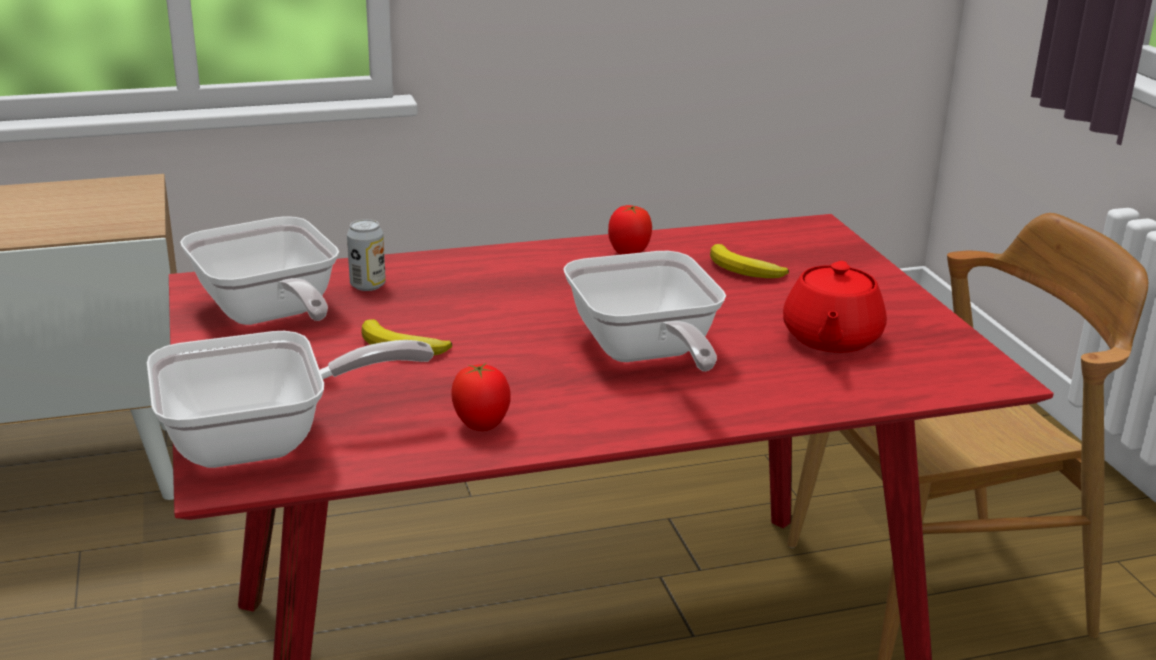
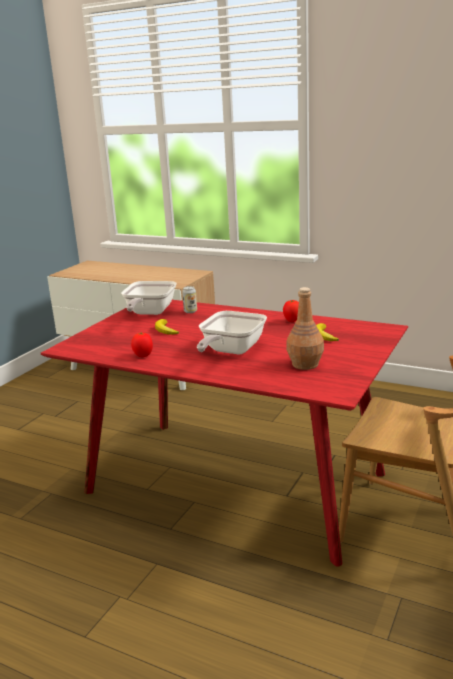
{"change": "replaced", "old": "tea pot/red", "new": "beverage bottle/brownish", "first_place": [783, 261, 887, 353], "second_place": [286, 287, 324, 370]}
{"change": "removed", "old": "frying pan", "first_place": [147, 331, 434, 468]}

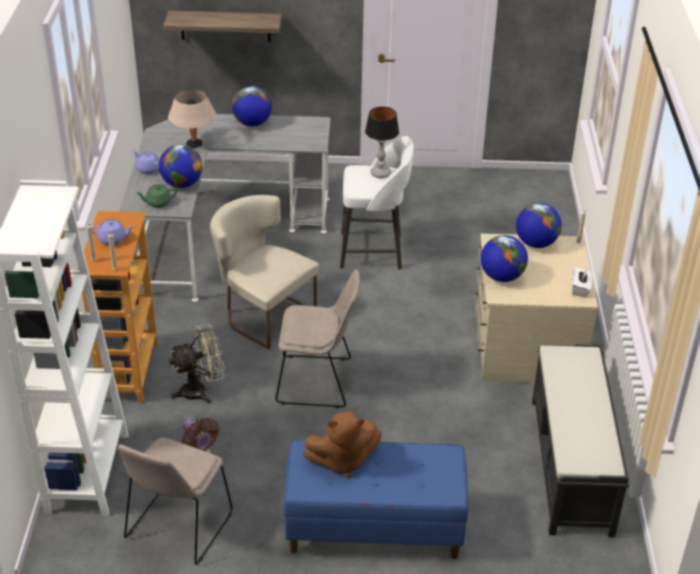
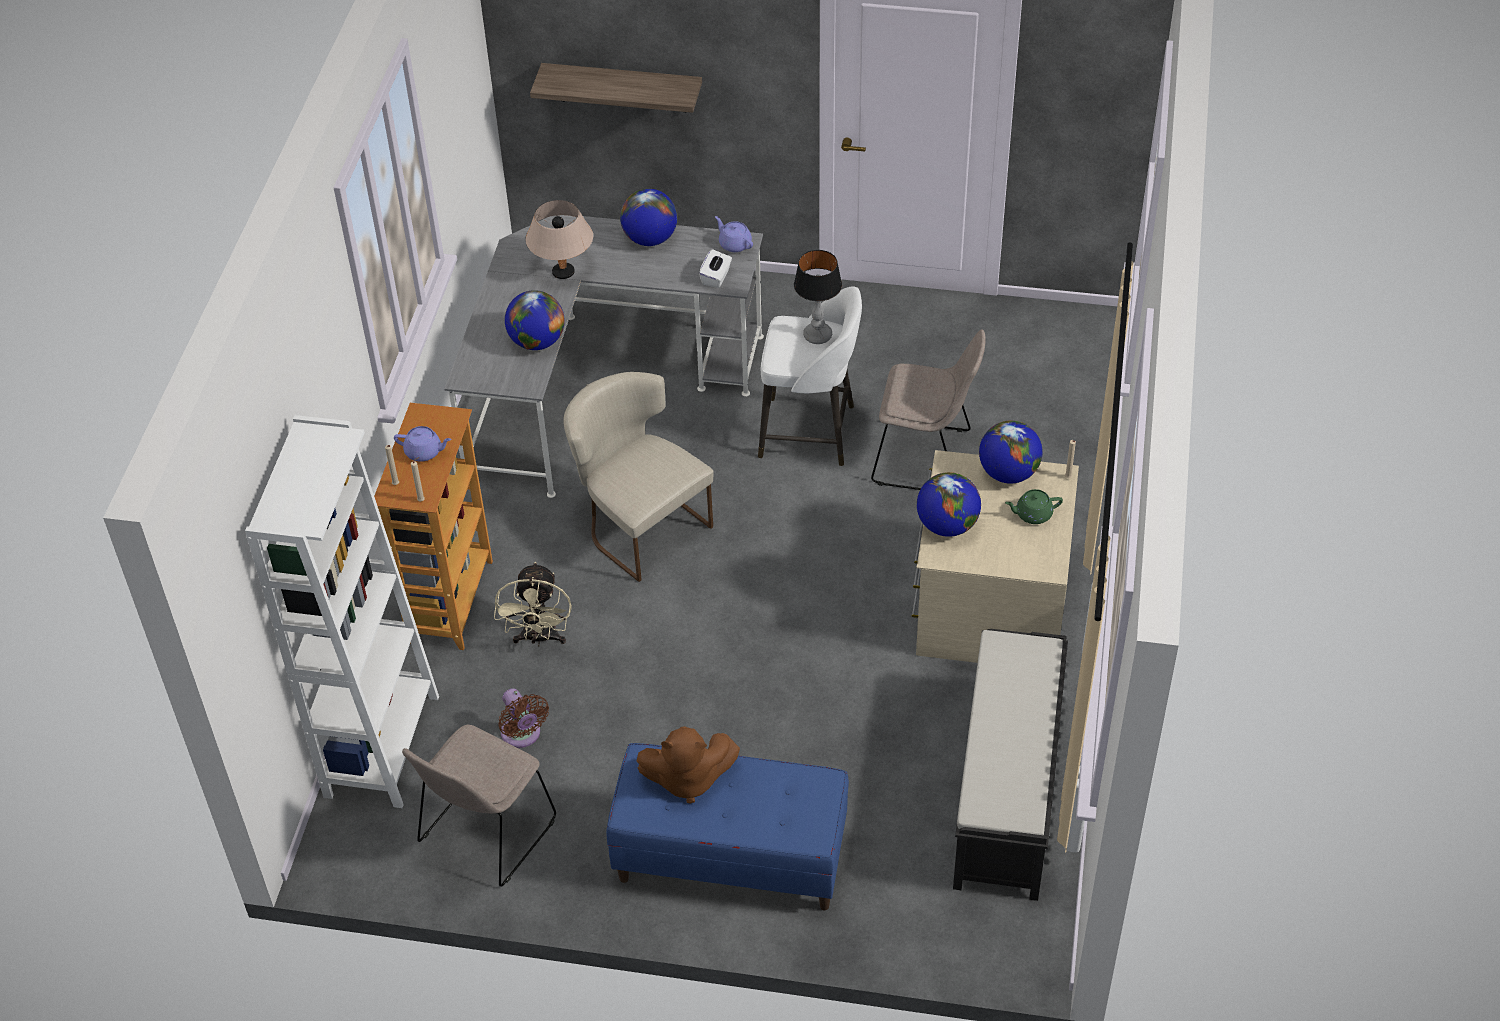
{"change": "moved", "old": "tea pot/purplish", "first_place": [132, 150, 159, 174], "second_place": [715, 216, 753, 252]}
{"change": "moved", "old": "tea pot/green-coloured", "first_place": [136, 185, 177, 208], "second_place": [1005, 489, 1063, 524]}
{"change": "moved", "old": "tissue holder/whitish", "first_place": [572, 267, 592, 297], "second_place": [699, 249, 732, 288]}
{"change": "moved", "old": "plain chair/beige-coloured", "first_place": [275, 270, 360, 408], "second_place": [871, 329, 986, 490]}
{"change": "turned", "old": "electric fan/beige-coloured", "first_place": [169, 324, 225, 403], "second_place": [494, 561, 572, 646], "degrees": 105}

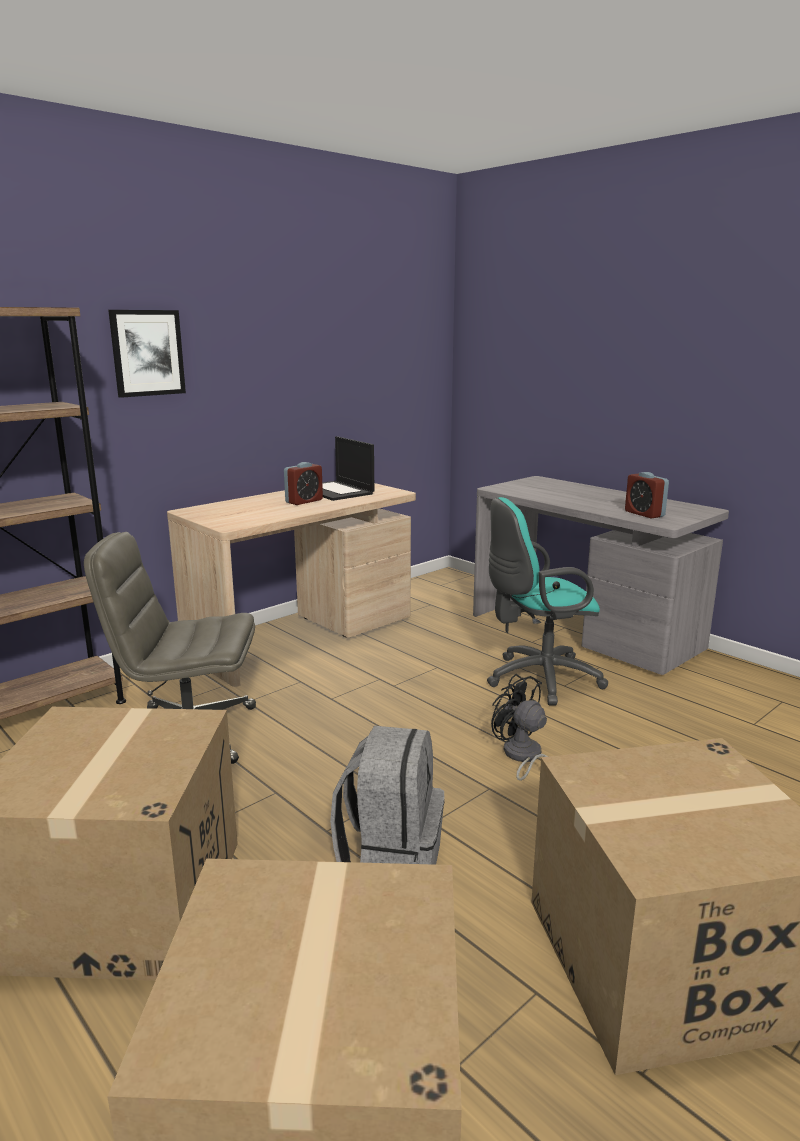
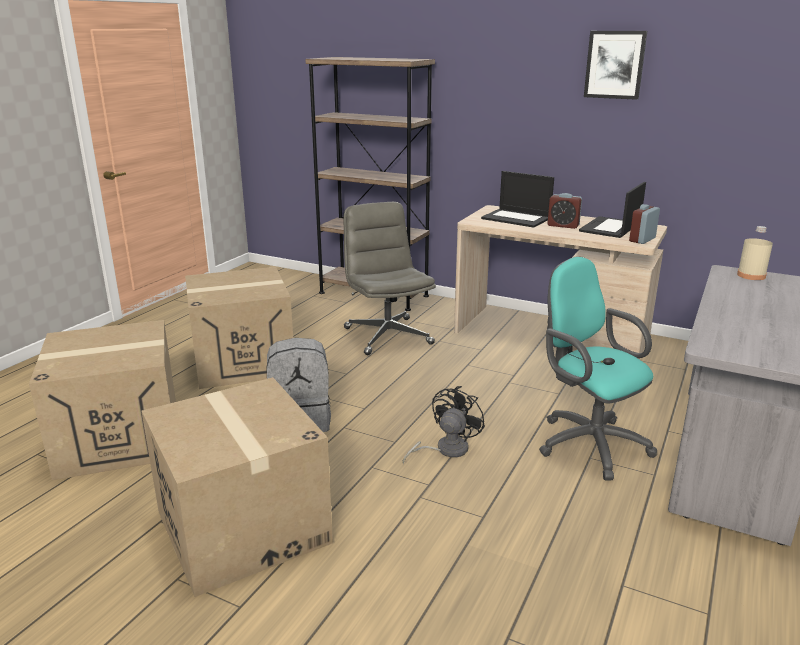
{"change": "moved", "old": "wall picture", "first_place": [108, 310, 186, 398], "second_place": [584, 31, 647, 100]}
{"change": "moved", "old": "alarm clock", "first_place": [625, 472, 669, 519], "second_place": [629, 204, 660, 244]}
{"change": "added", "new": "portable computer", "second_place": [481, 171, 554, 228]}
{"change": "added", "new": "beverage bottle/beige-coloured", "second_place": [737, 226, 773, 280]}

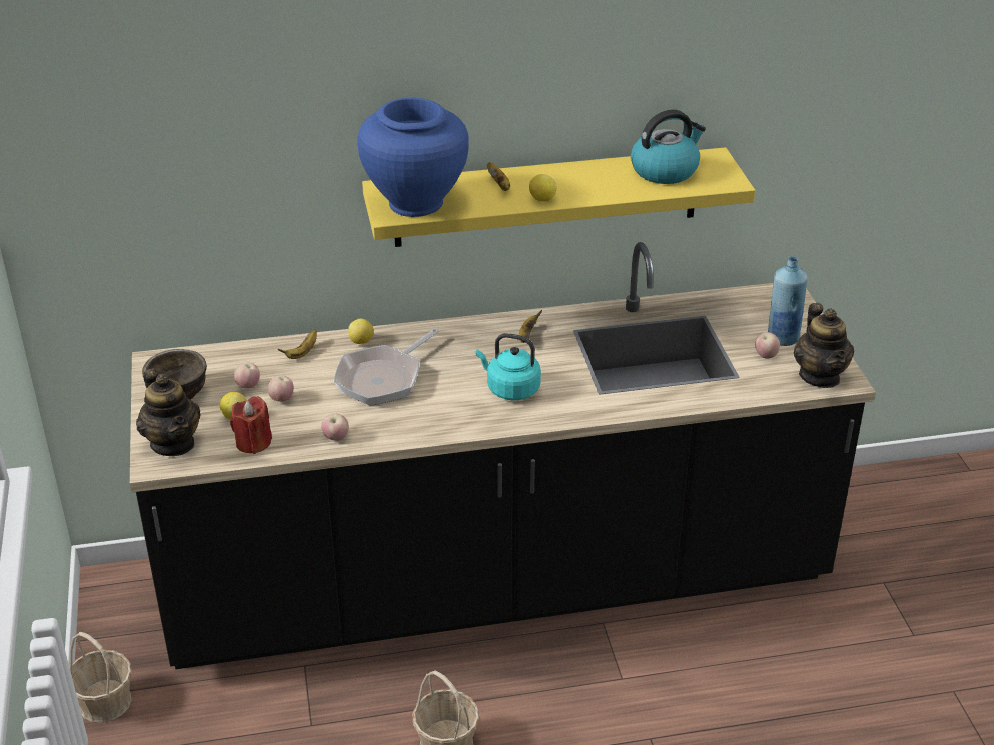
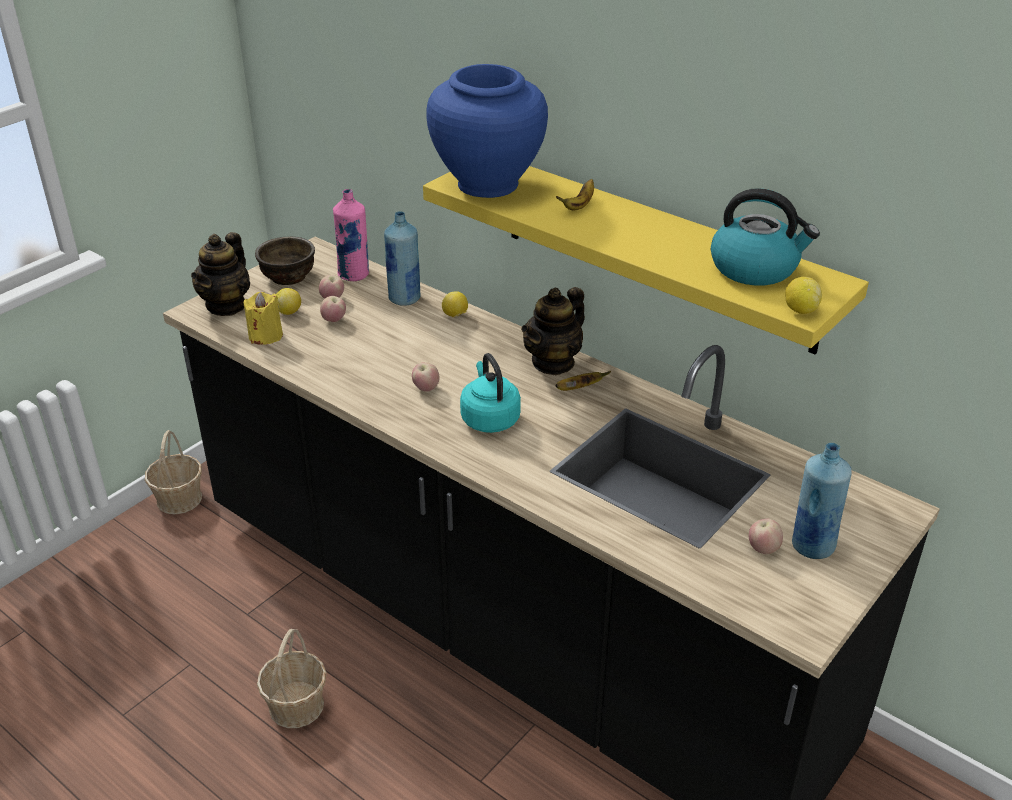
{"change": "moved", "old": "lemon", "first_place": [529, 174, 556, 202], "second_place": [785, 277, 822, 314]}
{"change": "moved", "old": "tea pot", "first_place": [794, 303, 854, 388], "second_place": [521, 287, 585, 375]}
{"change": "removed", "old": "frying pan", "first_place": [334, 328, 439, 405]}
{"change": "replaced", "old": "banana fruit", "new": "beverage bottle/blue", "first_place": [278, 330, 317, 359], "second_place": [384, 211, 421, 306]}
{"change": "recoloured", "old": "candle/red", "new": "candle/yellow-coloured", "first_place": [230, 396, 272, 454], "second_place": [244, 292, 283, 345]}
{"change": "moved", "old": "apple fruit", "first_place": [321, 413, 349, 441], "second_place": [412, 362, 439, 392]}
{"change": "added", "new": "beverage bottle/pink", "second_place": [333, 189, 369, 281]}

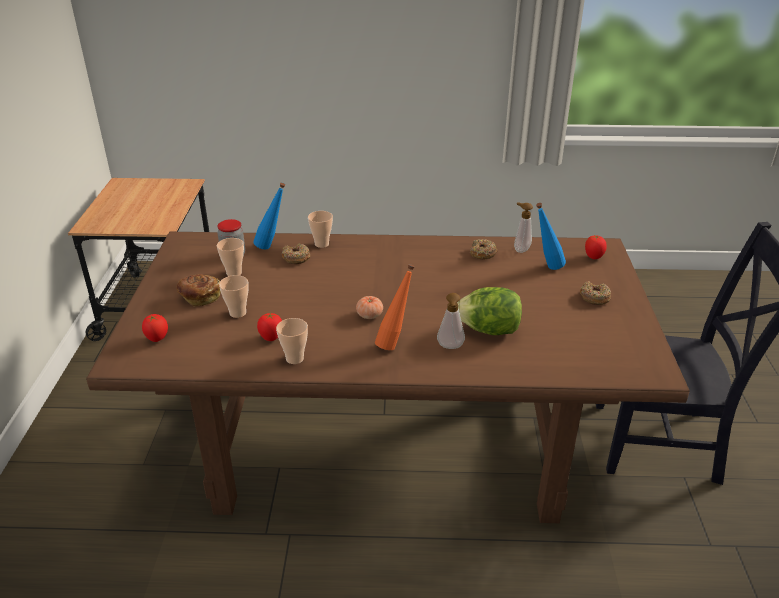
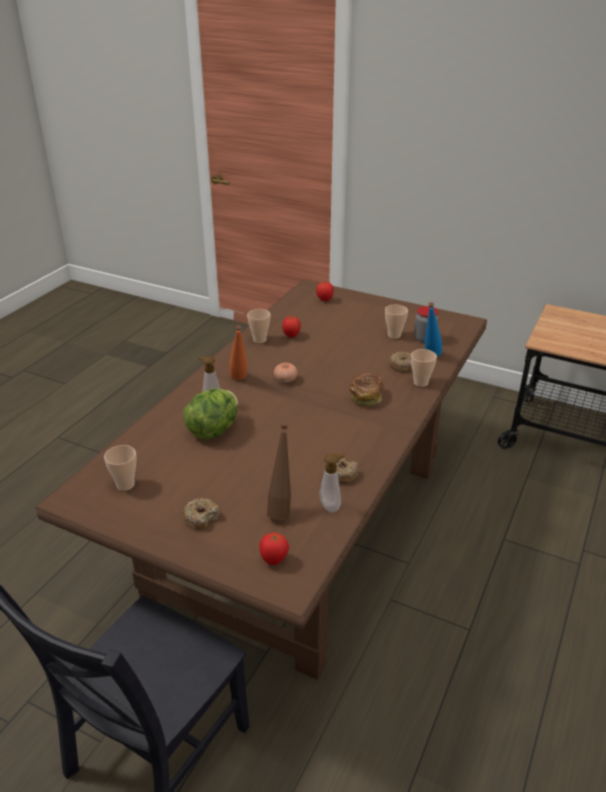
{"change": "recoloured", "old": "beverage bottle/blue", "new": "beverage bottle/brownish", "first_place": [536, 203, 566, 270], "second_place": [267, 424, 291, 520]}
{"change": "moved", "old": "bread", "first_place": [177, 274, 220, 307], "second_place": [349, 373, 383, 406]}
{"change": "moved", "old": "small cup", "first_place": [219, 275, 249, 318], "second_place": [104, 445, 136, 491]}

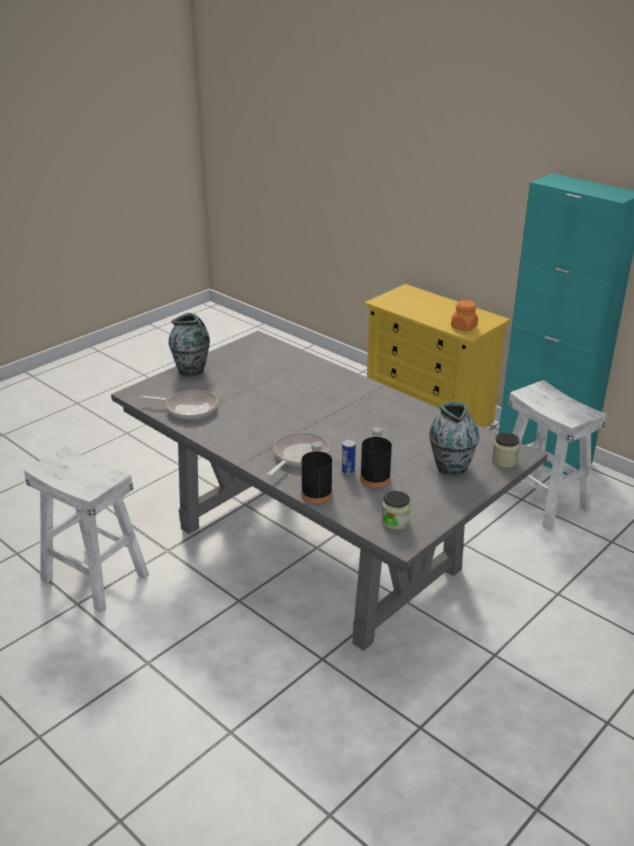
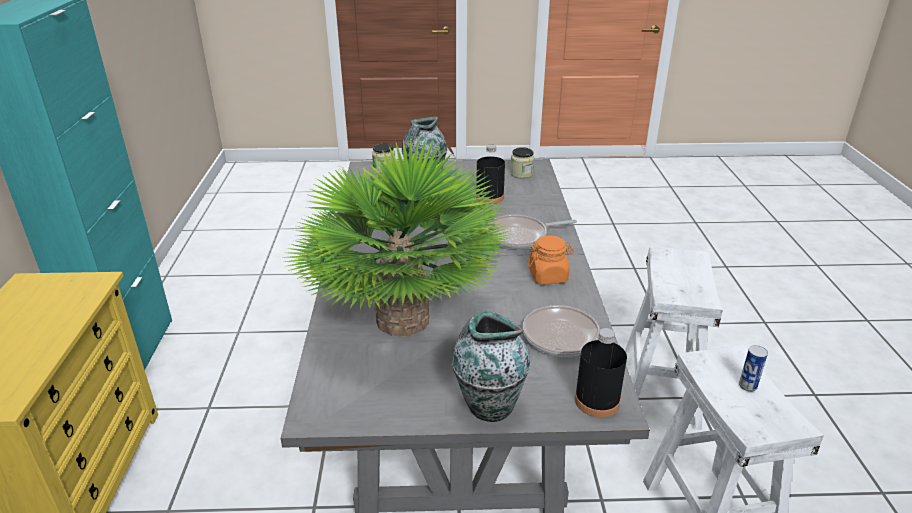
{"change": "moved", "old": "preserve jar/orange", "first_place": [451, 300, 478, 331], "second_place": [527, 235, 574, 284]}
{"change": "moved", "old": "stool/whitish", "first_place": [508, 380, 607, 531], "second_place": [625, 246, 723, 430]}
{"change": "moved", "old": "can", "first_place": [342, 439, 356, 475], "second_place": [739, 345, 768, 392]}
{"change": "moved", "old": "beverage bottle/blackish", "first_place": [301, 441, 332, 504], "second_place": [575, 328, 627, 417]}
{"change": "added", "new": "potted plant", "second_place": [284, 138, 510, 337]}

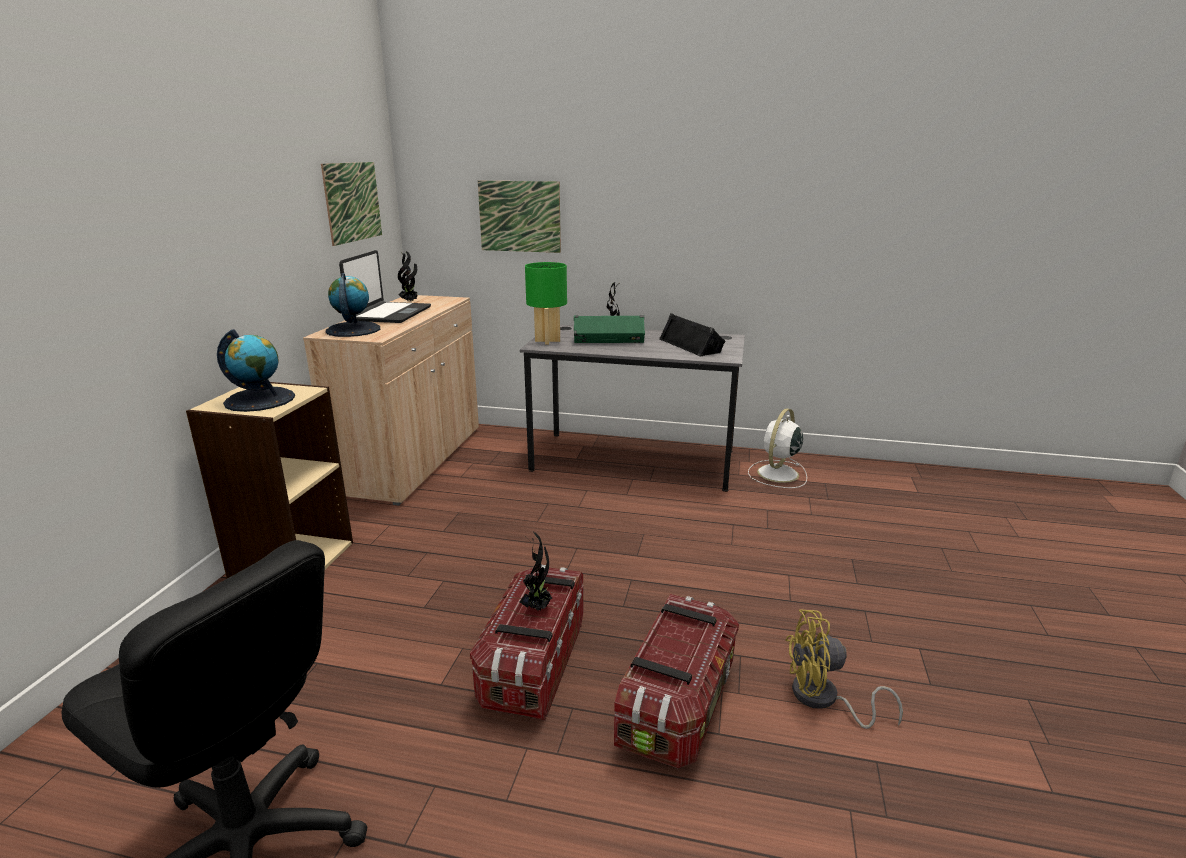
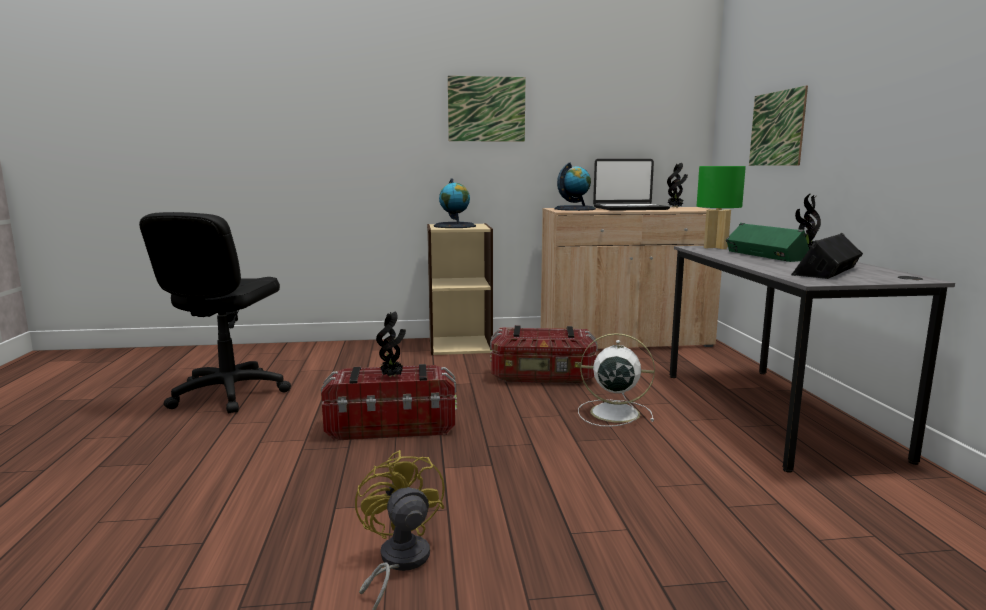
{"change": "moved", "old": "wall picture", "first_place": [321, 162, 382, 246], "second_place": [448, 76, 525, 142]}
{"change": "moved", "old": "electric fan/whitish", "first_place": [748, 408, 807, 488], "second_place": [578, 333, 655, 427]}
{"change": "moved", "old": "storage container", "first_place": [614, 594, 739, 768], "second_place": [490, 325, 598, 384]}

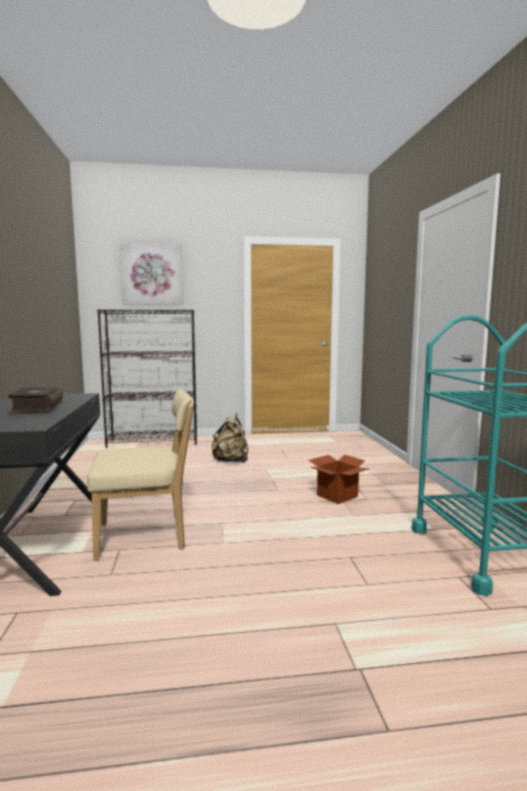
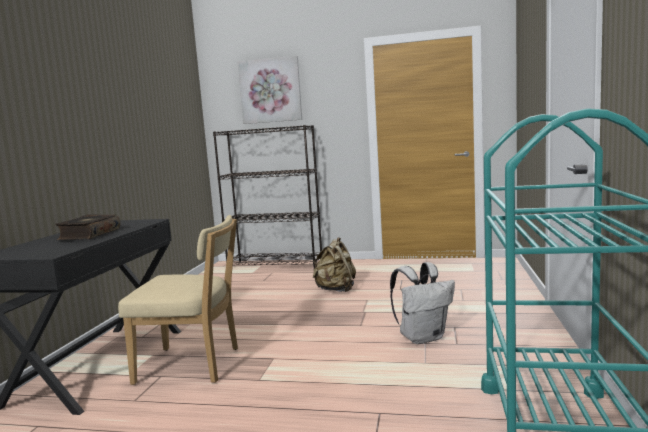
{"change": "replaced", "old": "packing box", "new": "backpack/whitish", "first_place": [308, 455, 369, 504], "second_place": [390, 262, 455, 344]}

